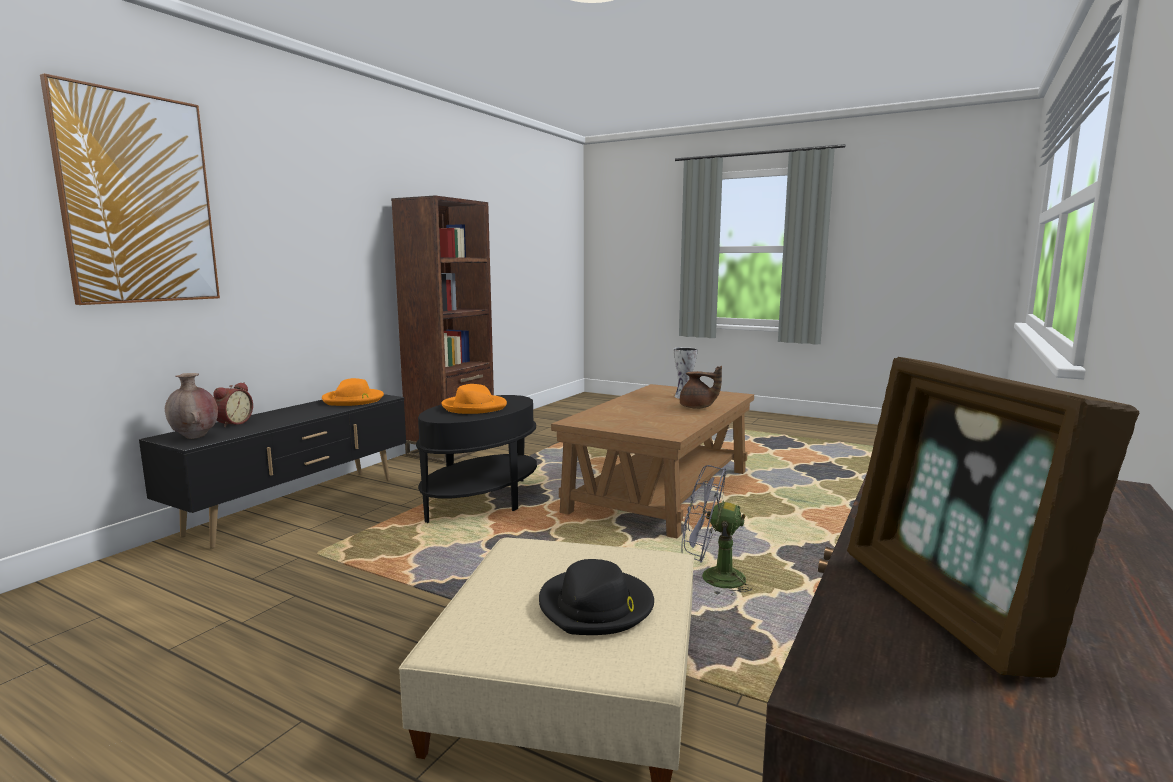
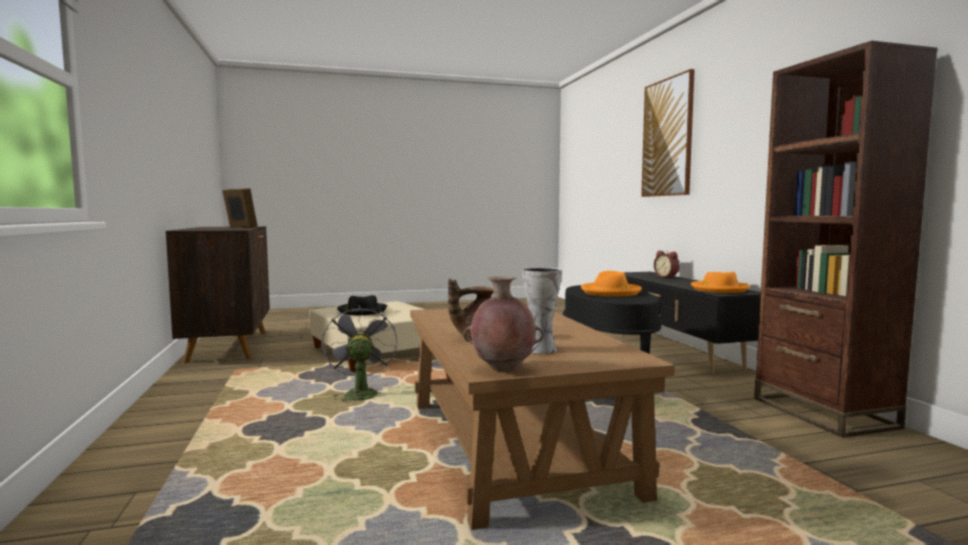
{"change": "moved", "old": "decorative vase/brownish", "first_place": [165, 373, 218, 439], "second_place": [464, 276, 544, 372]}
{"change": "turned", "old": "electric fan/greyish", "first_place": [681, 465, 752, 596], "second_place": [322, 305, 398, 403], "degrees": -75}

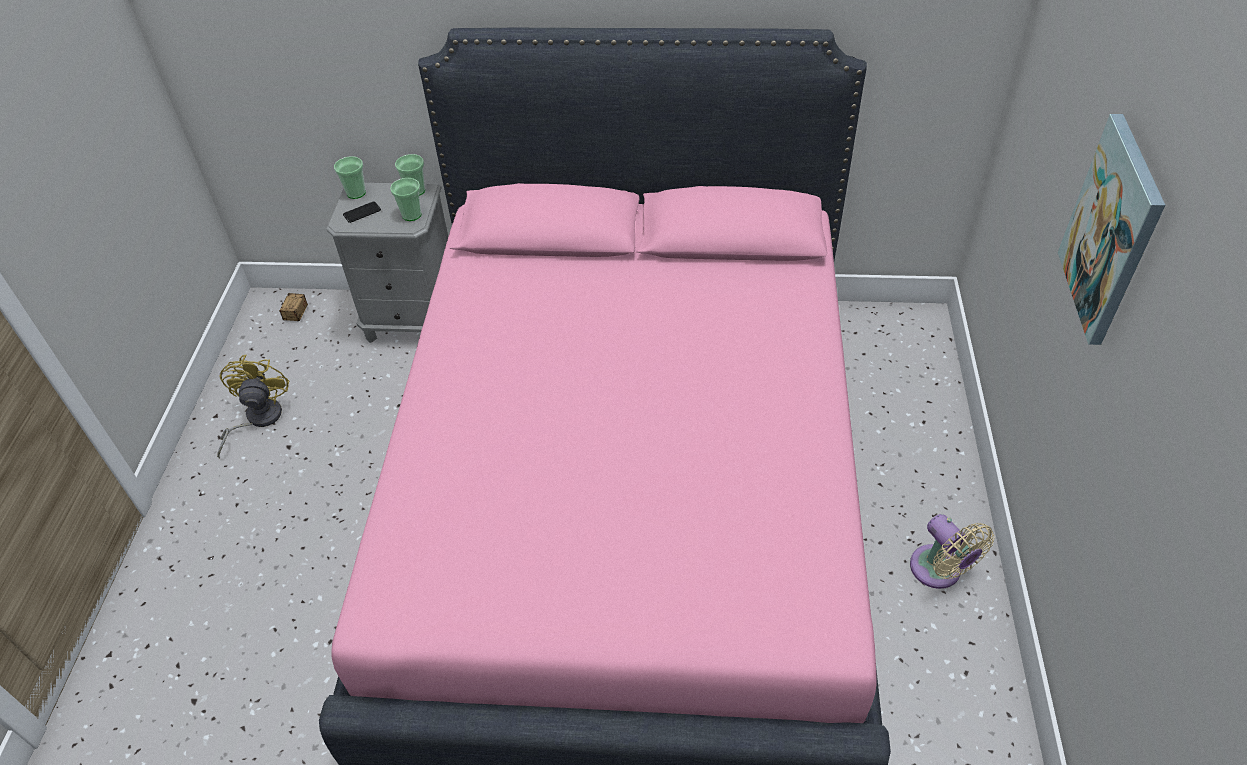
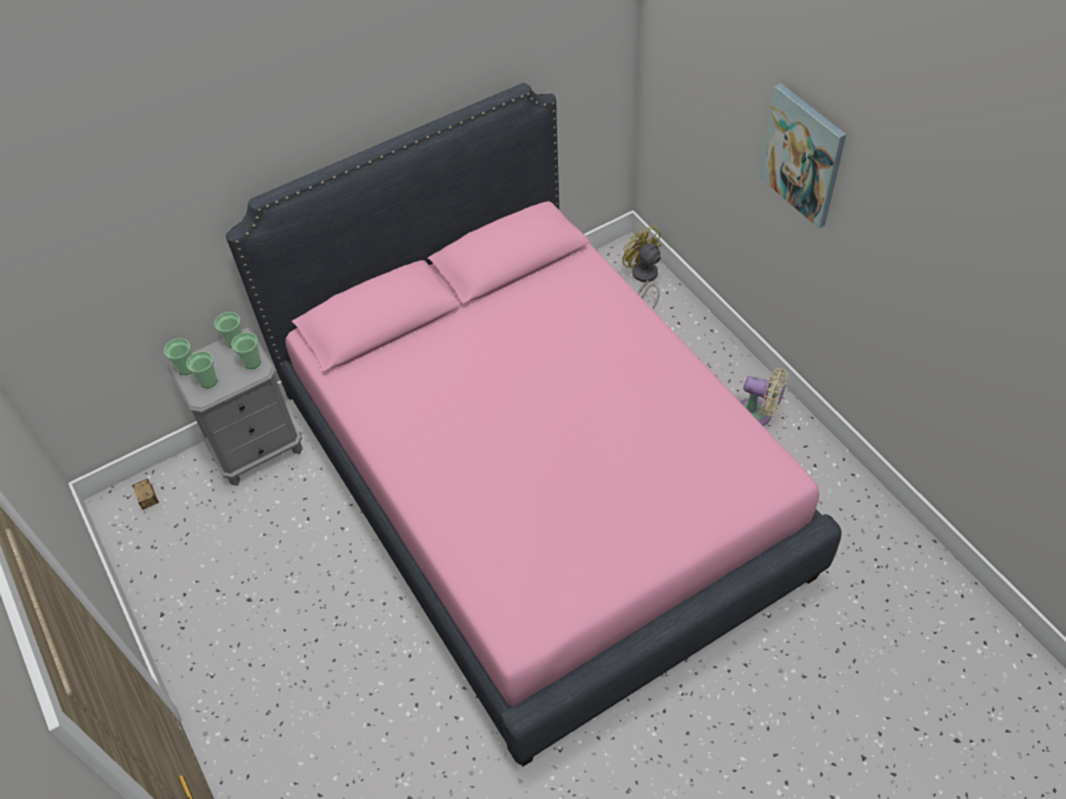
{"change": "replaced", "old": "phone", "new": "small cup", "first_place": [343, 201, 381, 223], "second_place": [186, 351, 218, 388]}
{"change": "moved", "old": "electric fan/yellow-coloured", "first_place": [217, 355, 289, 458], "second_place": [622, 225, 662, 308]}

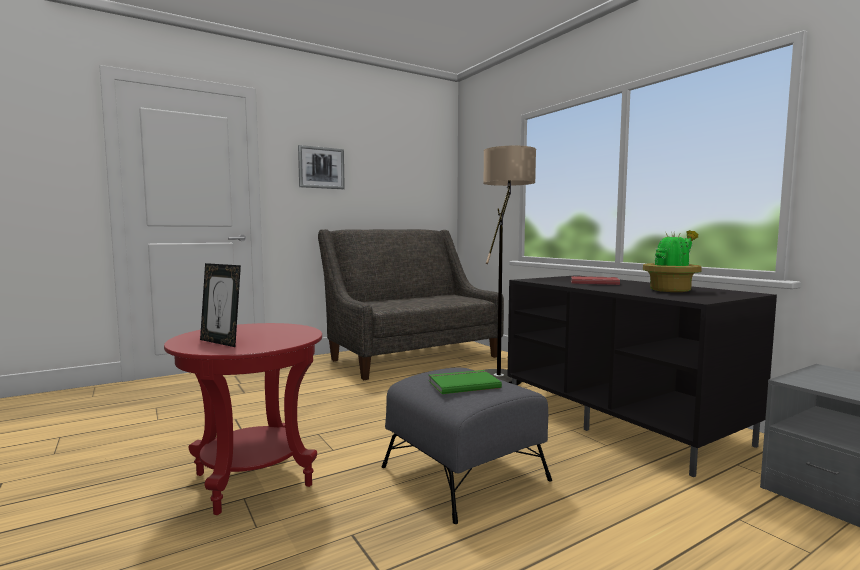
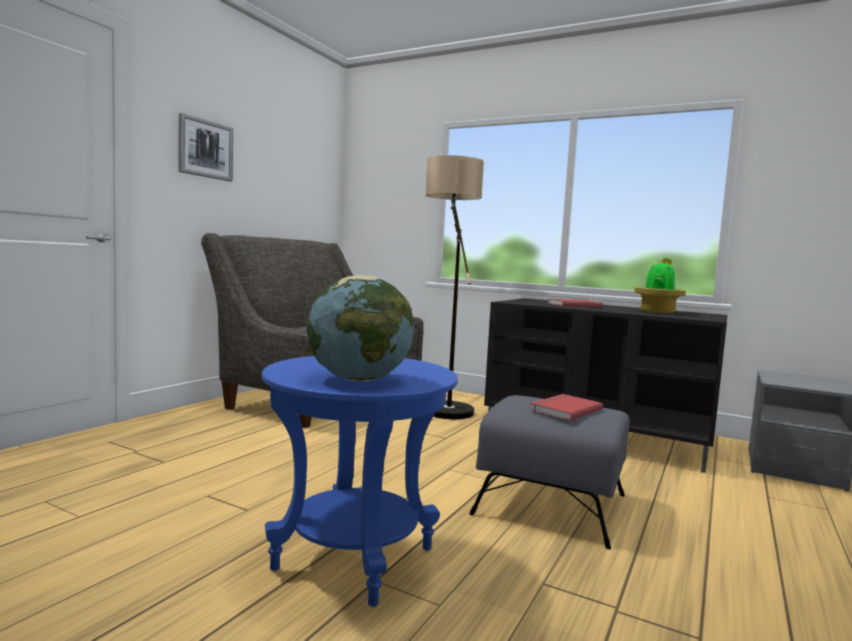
{"change": "replaced", "old": "standing frame", "new": "world globe", "first_place": [200, 263, 241, 347], "second_place": [306, 275, 414, 382]}
{"change": "recoloured", "old": "side table/red", "new": "side table/blue", "first_place": [164, 323, 322, 515], "second_place": [262, 356, 458, 607]}
{"change": "recoloured", "old": "volume/green-coloured", "new": "volume/red", "first_place": [429, 370, 502, 394], "second_place": [529, 394, 603, 420]}

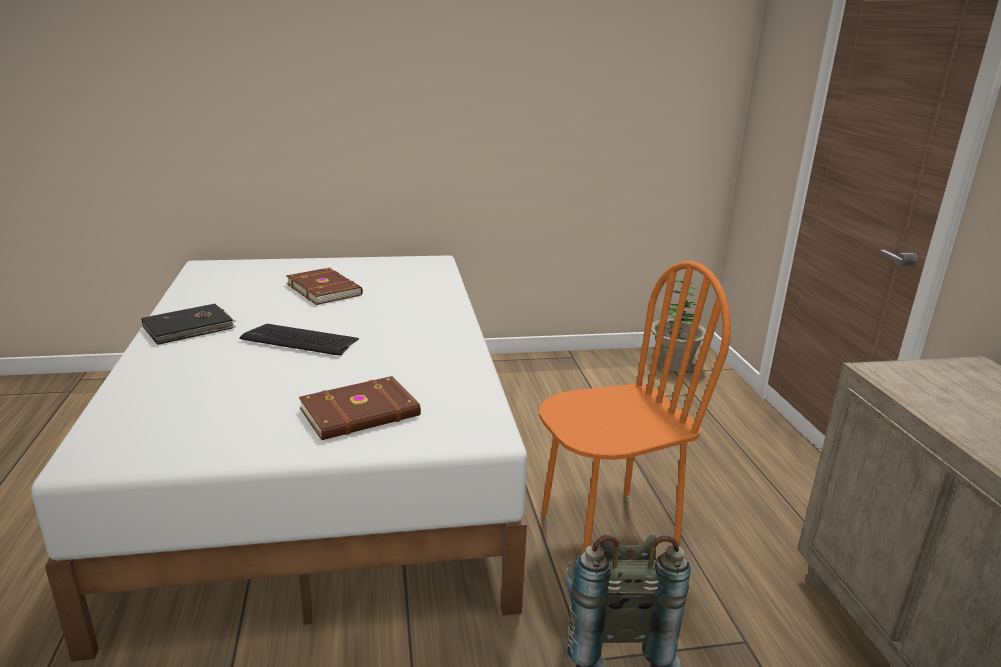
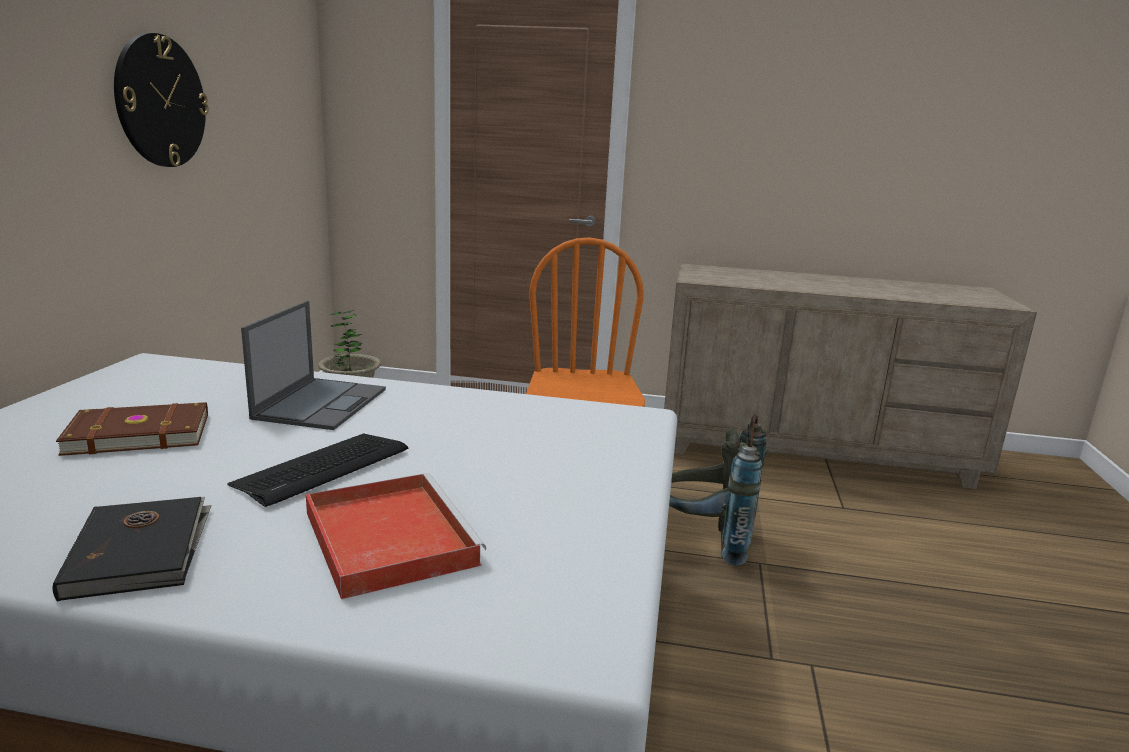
{"change": "removed", "old": "volume/brownish", "first_place": [299, 376, 421, 440]}
{"change": "added", "new": "clock on the wall", "second_place": [114, 33, 209, 167]}
{"change": "added", "new": "portable computer", "second_place": [241, 301, 386, 430]}
{"change": "added", "new": "carrying tray/red", "second_place": [306, 473, 486, 599]}

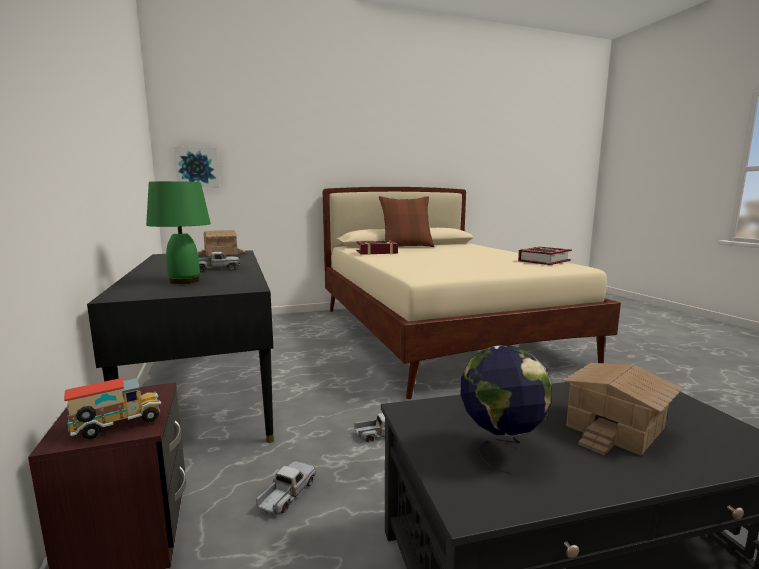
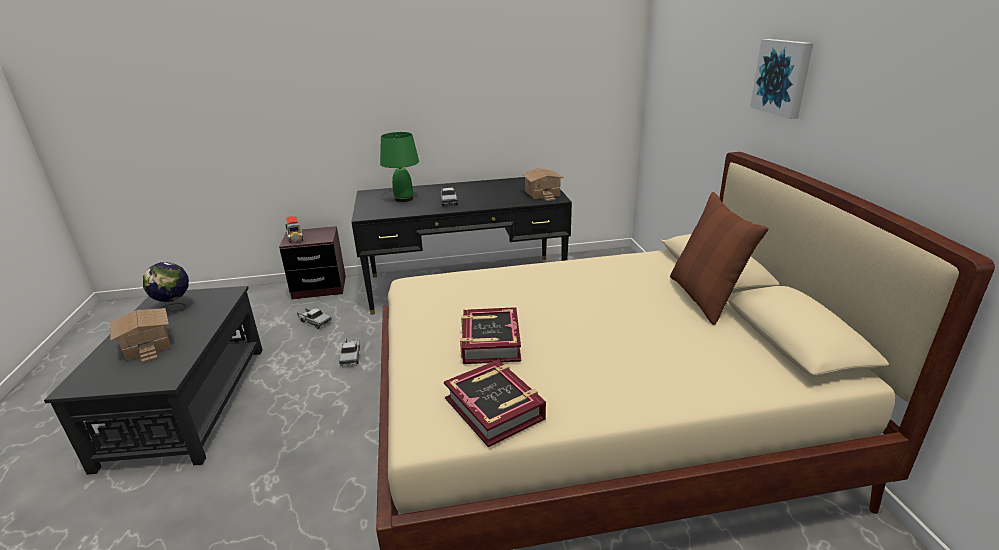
{"change": "moved", "old": "wall picture", "first_place": [174, 146, 219, 188], "second_place": [750, 39, 814, 119]}
{"change": "moved", "old": "volume", "first_place": [356, 240, 398, 255], "second_place": [460, 307, 521, 364]}

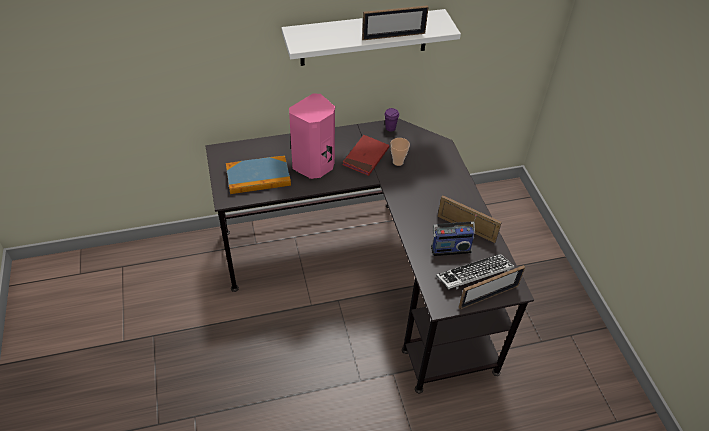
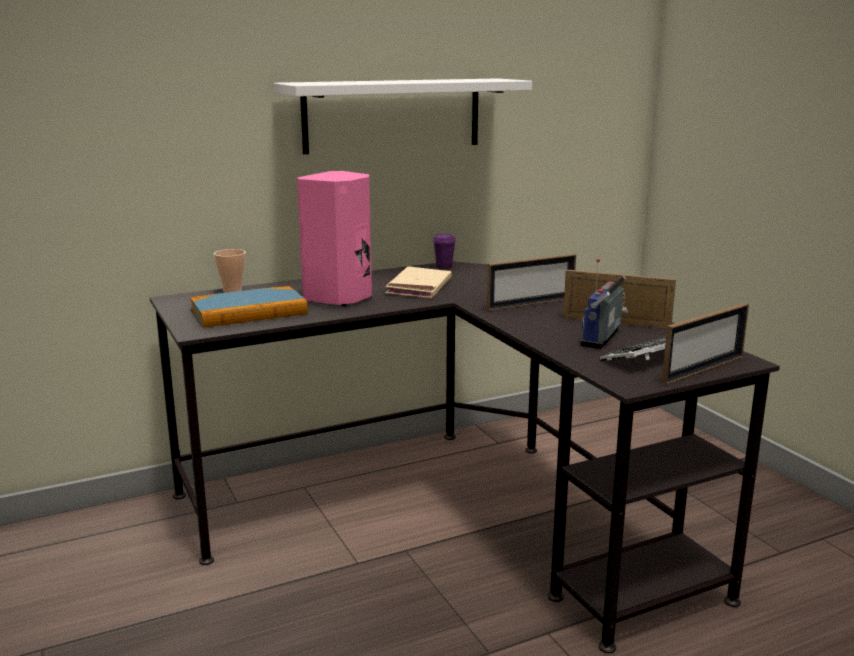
{"change": "moved", "old": "standing frame", "first_place": [362, 5, 429, 40], "second_place": [487, 254, 576, 311]}
{"change": "recoloured", "old": "volume/red", "new": "volume/beige-coloured", "first_place": [343, 135, 389, 176], "second_place": [385, 266, 452, 298]}
{"change": "moved", "old": "small cup", "first_place": [390, 138, 410, 166], "second_place": [214, 249, 246, 293]}
{"change": "turned", "old": "radio receiver", "first_place": [431, 215, 477, 256], "second_place": [580, 259, 628, 349], "degrees": 135}

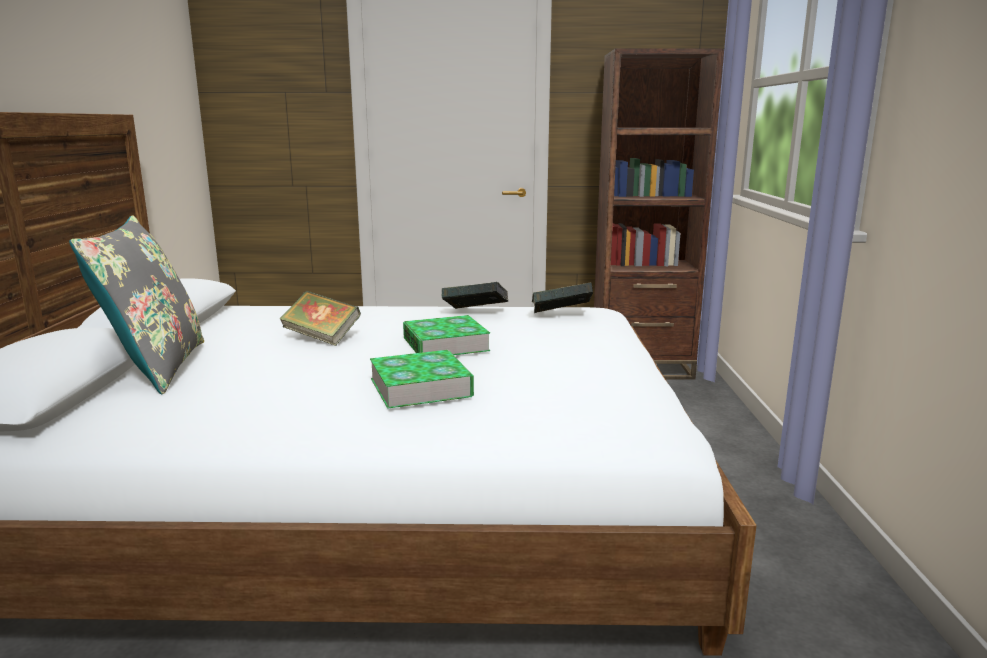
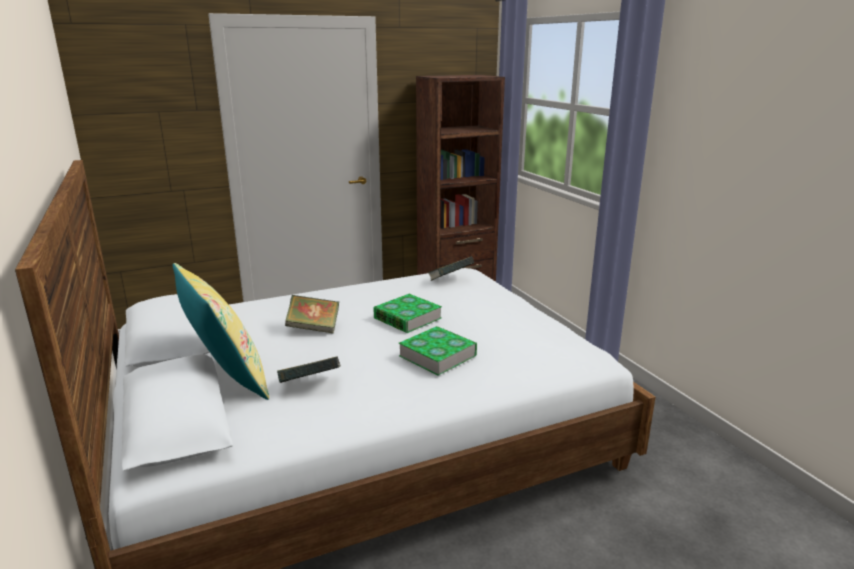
{"change": "recoloured", "old": "cushion/greyish", "new": "cushion/yellow-coloured", "first_place": [69, 216, 204, 395], "second_place": [173, 263, 269, 400]}
{"change": "moved", "old": "volume", "first_place": [442, 282, 508, 309], "second_place": [277, 356, 340, 383]}

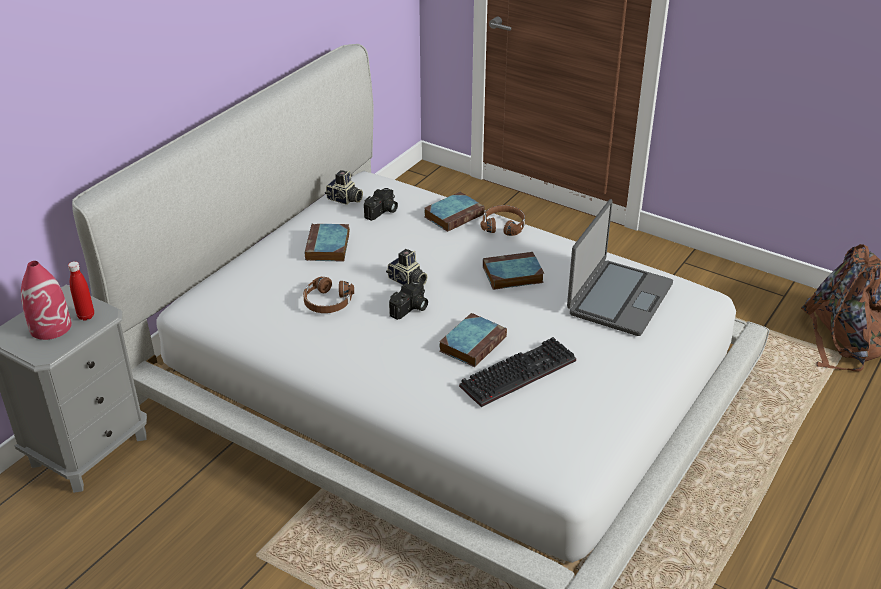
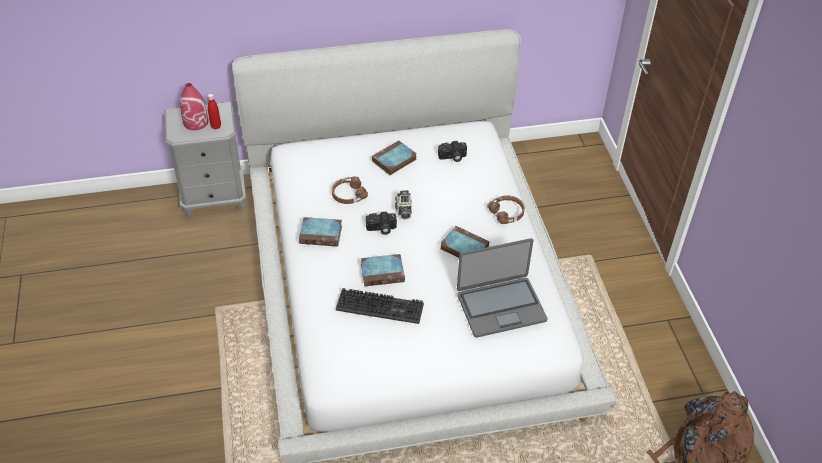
{"change": "removed", "old": "photo camera", "first_place": [325, 170, 363, 205]}
{"change": "moved", "old": "volume", "first_place": [424, 192, 485, 232], "second_place": [299, 217, 342, 247]}

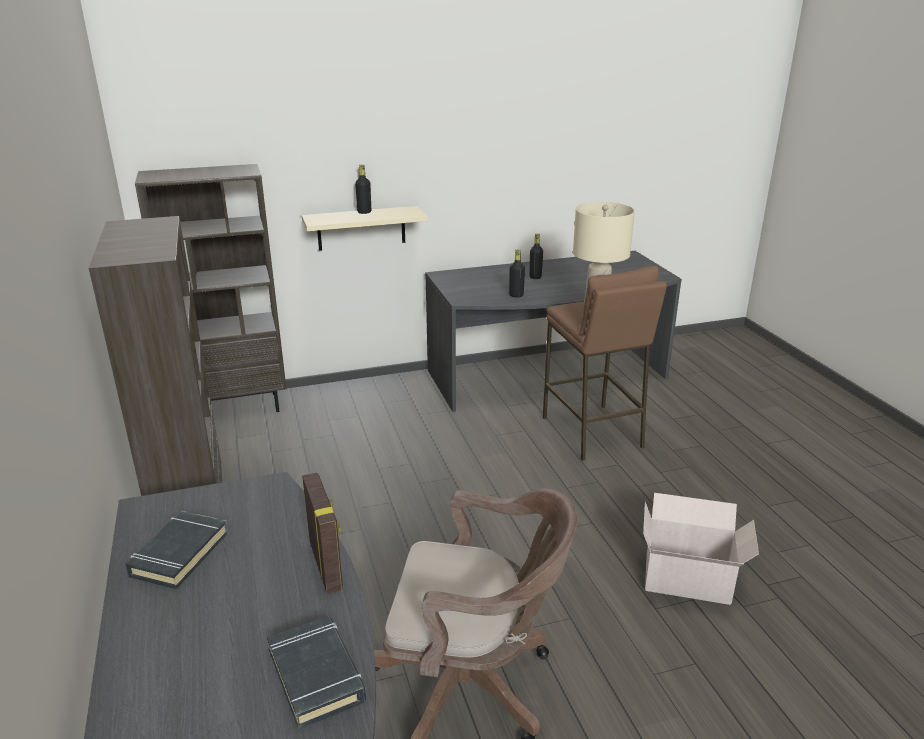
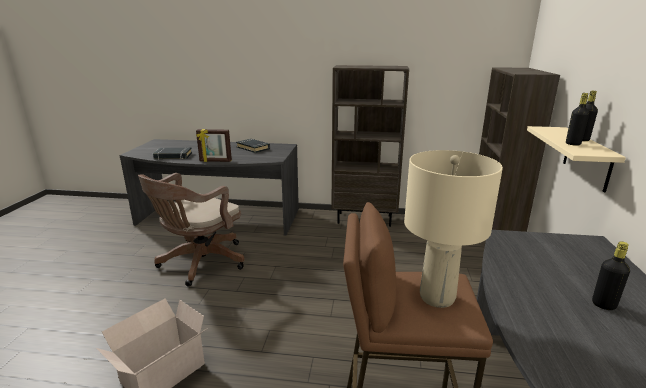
{"change": "moved", "old": "beverage bottle/blackish", "first_place": [509, 249, 525, 297], "second_place": [566, 93, 589, 146]}

